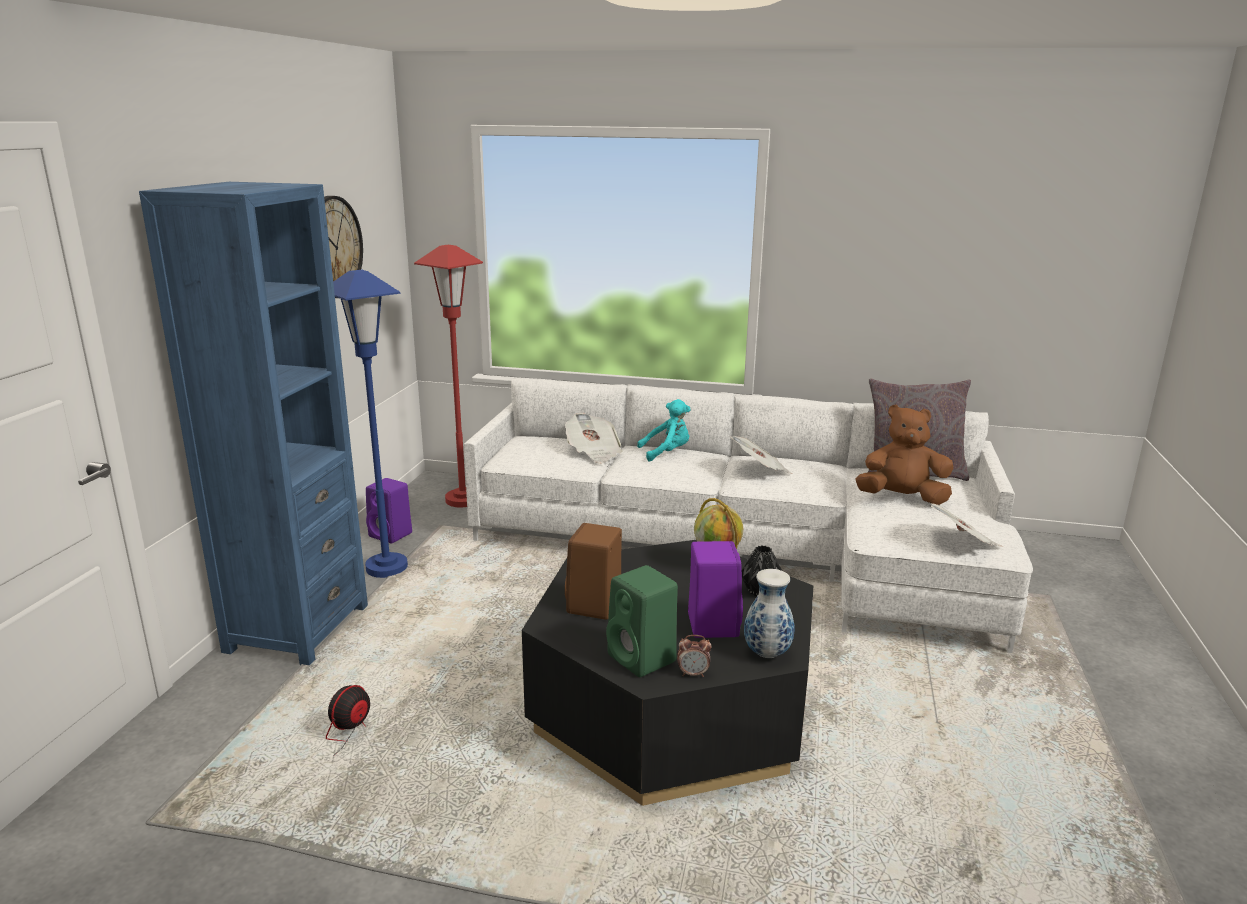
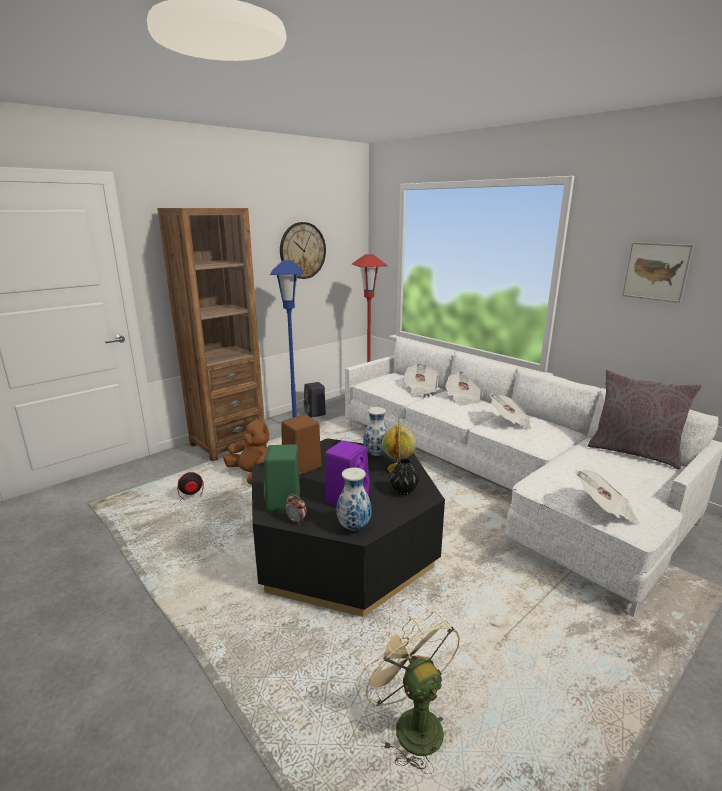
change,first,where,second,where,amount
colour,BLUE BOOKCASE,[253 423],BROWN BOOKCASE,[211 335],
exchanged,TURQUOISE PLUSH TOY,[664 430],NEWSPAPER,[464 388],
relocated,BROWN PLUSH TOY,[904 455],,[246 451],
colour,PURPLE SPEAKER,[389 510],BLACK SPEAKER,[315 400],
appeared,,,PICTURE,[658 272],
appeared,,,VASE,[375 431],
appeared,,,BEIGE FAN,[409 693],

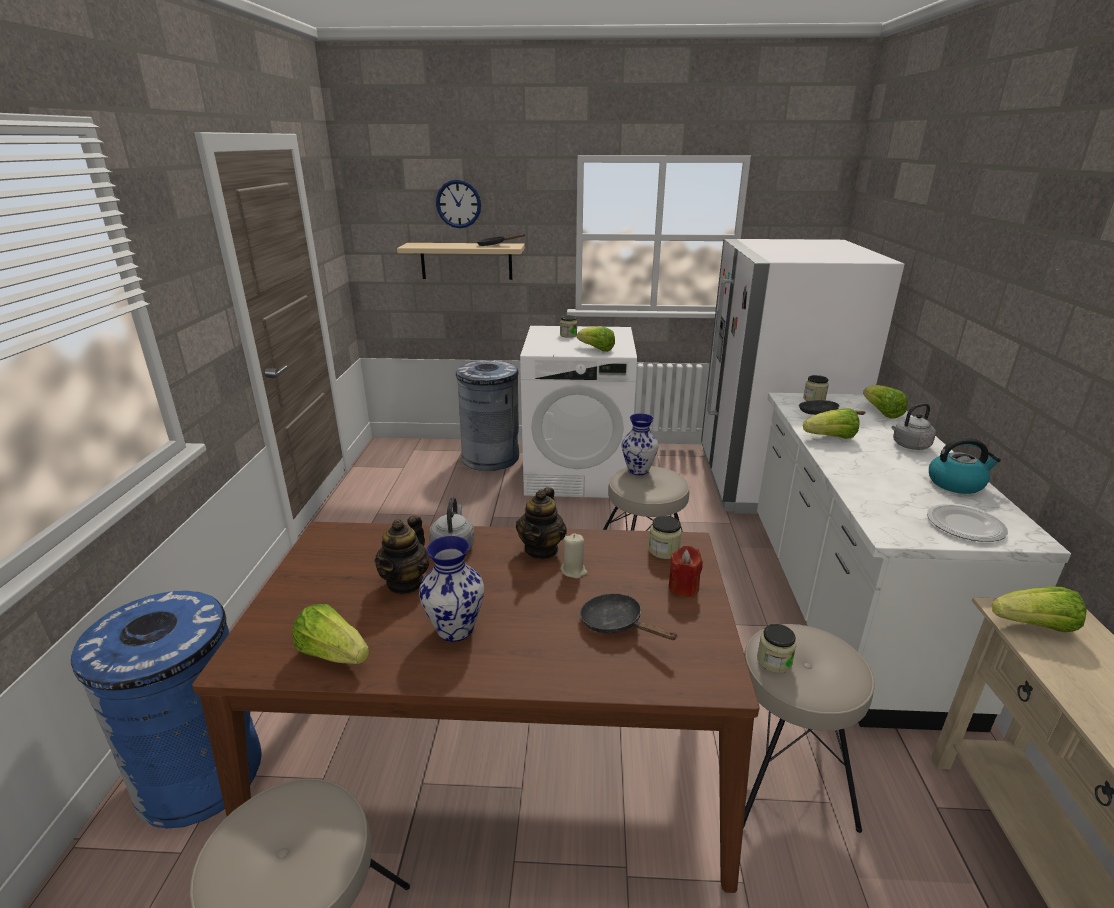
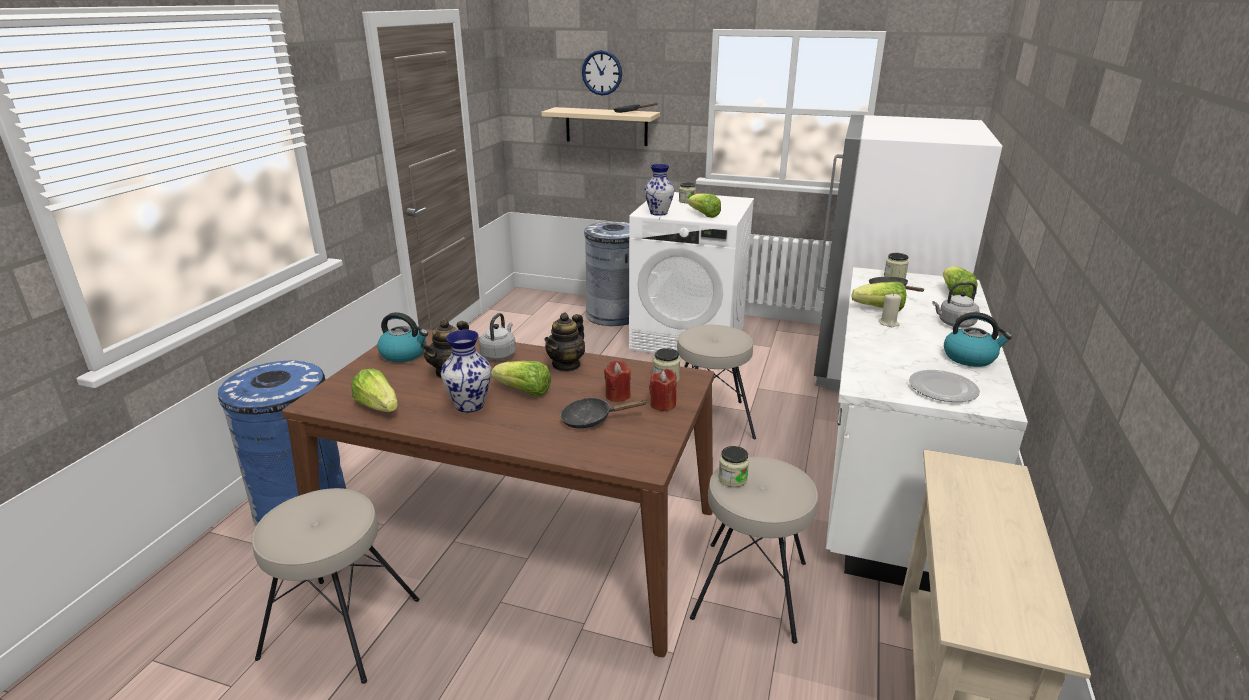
change,first,where,second,where,amount
relocated,VASE,[640 444],,[659 190],
relocated,BEIGE CANDLE,[574 556],,[889 310],
relocated,LETTUCE,[1039 609],,[521 378],
spun,BLACK FRYING PAN,[629 616],,[603 413],60 degrees counterclockwise
appeared,,,KETTLE,[402 337],
appeared,,,RED CANDLE,[617 381],

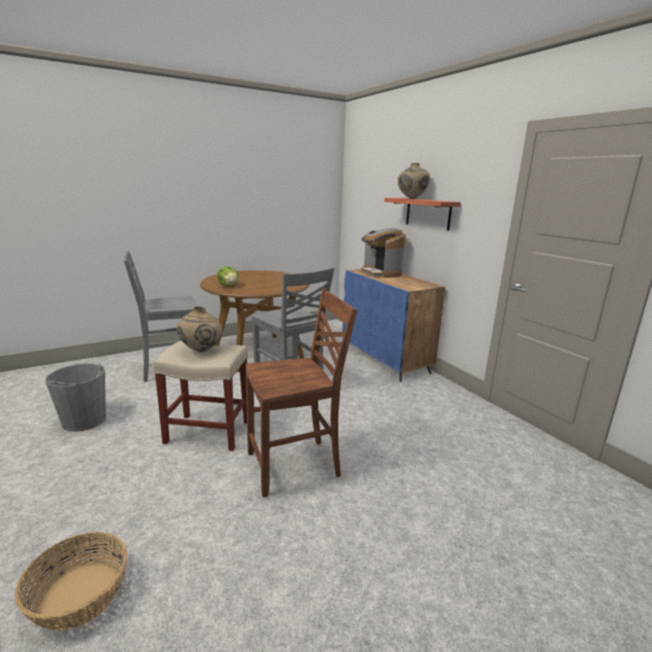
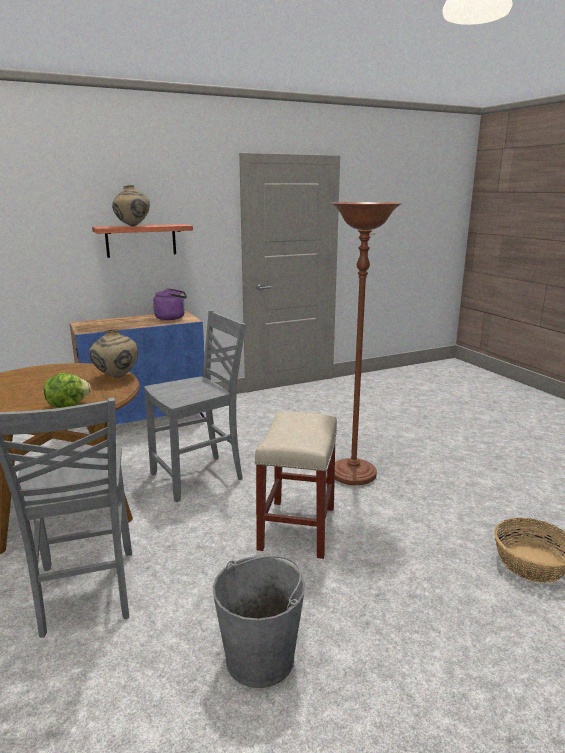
change,first,where,second,where,amount
missing,COFFEE MACHINE,[383 253],,,
exchanged,BROWN CHAIR,[301 393],BROWN FLOOR LAMP,[366 343],
relocated,BEIGE VASE,[199 329],,[113 353],
appeared,,,PURPLE KETTLE,[170 304],

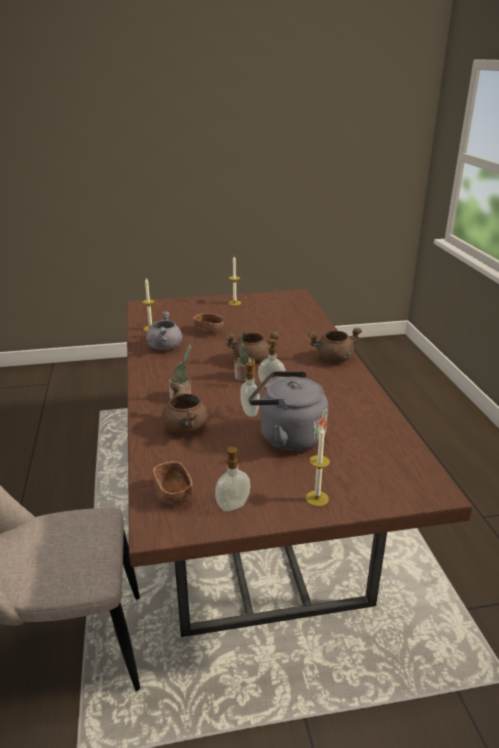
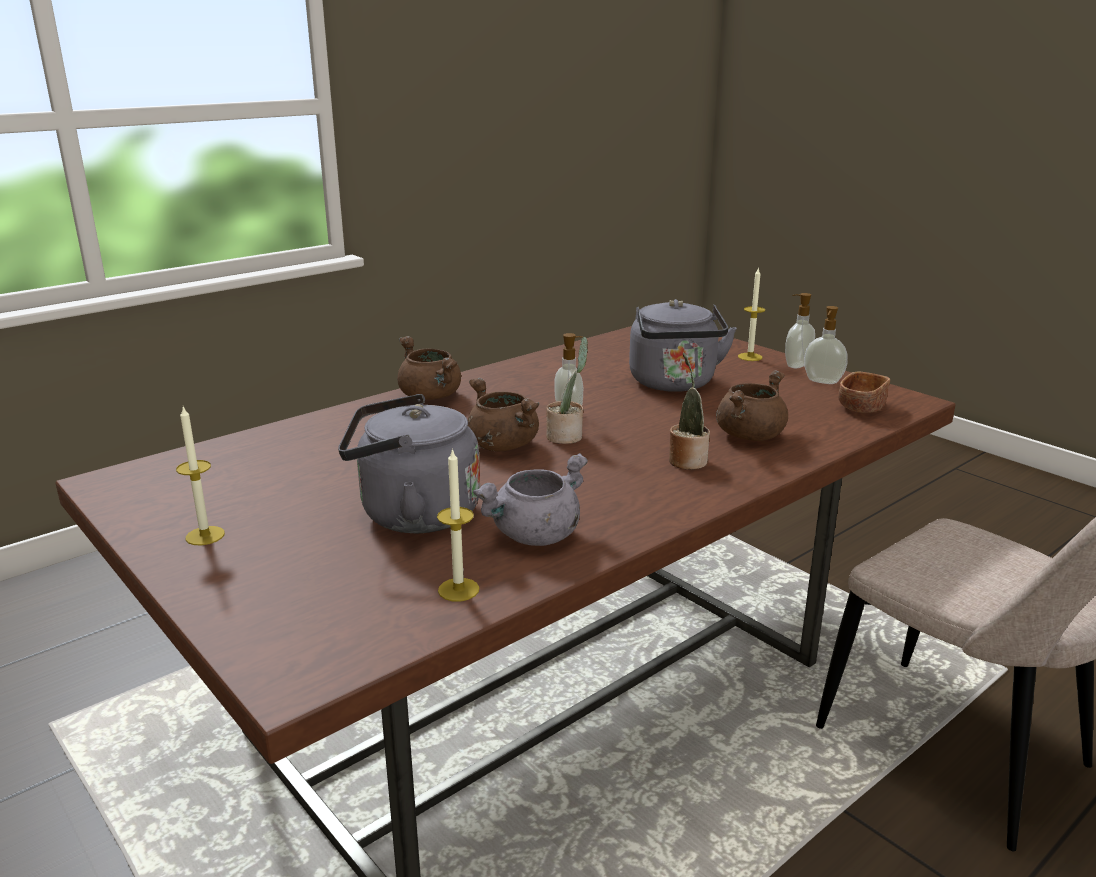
change,first,where,second,where,amount
exchanged,BROWN BOWL,[208 324],GREY KETTLE,[409 463],
relocated,SOAP DISPENSER,[250 389],,[800 330],

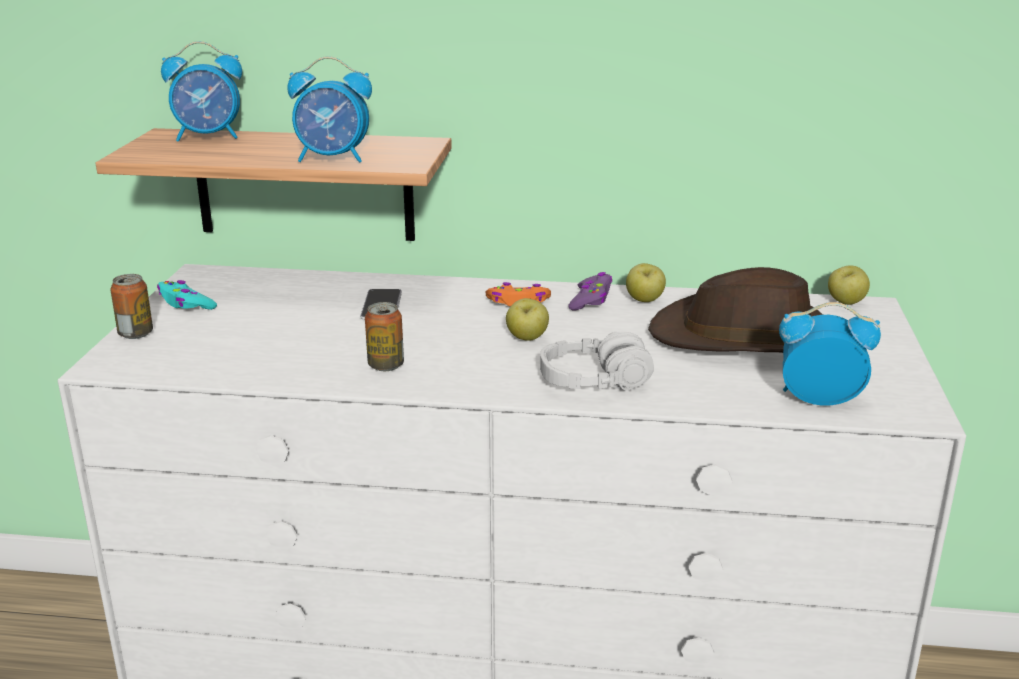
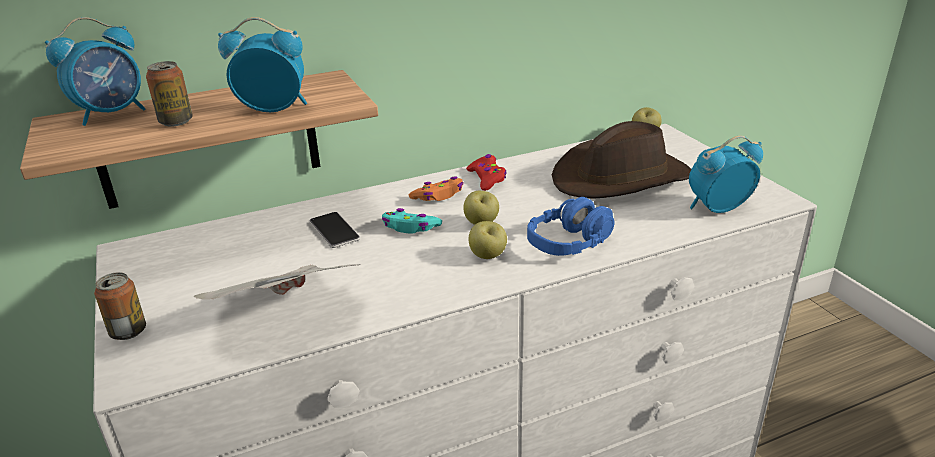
change,first,where,second,where,amount
spun,ALARM CLOCK,[329 109],,[262 64],150 degrees counterclockwise
relocated,APPLE,[646 282],,[488 240],
colour,PURPLE GAME CONTROLLER,[590 291],RED GAME CONTROLLER,[486 172],
relocated,TURQUOISE GAME CONTROLLER,[187 295],,[412 221],
relocated,CAN,[384 336],,[169 94],
colour,GREY HEADPHONES,[597 361],BLUE HEADPHONES,[571 226],
appeared,,,NEWSPAPER,[275 282],

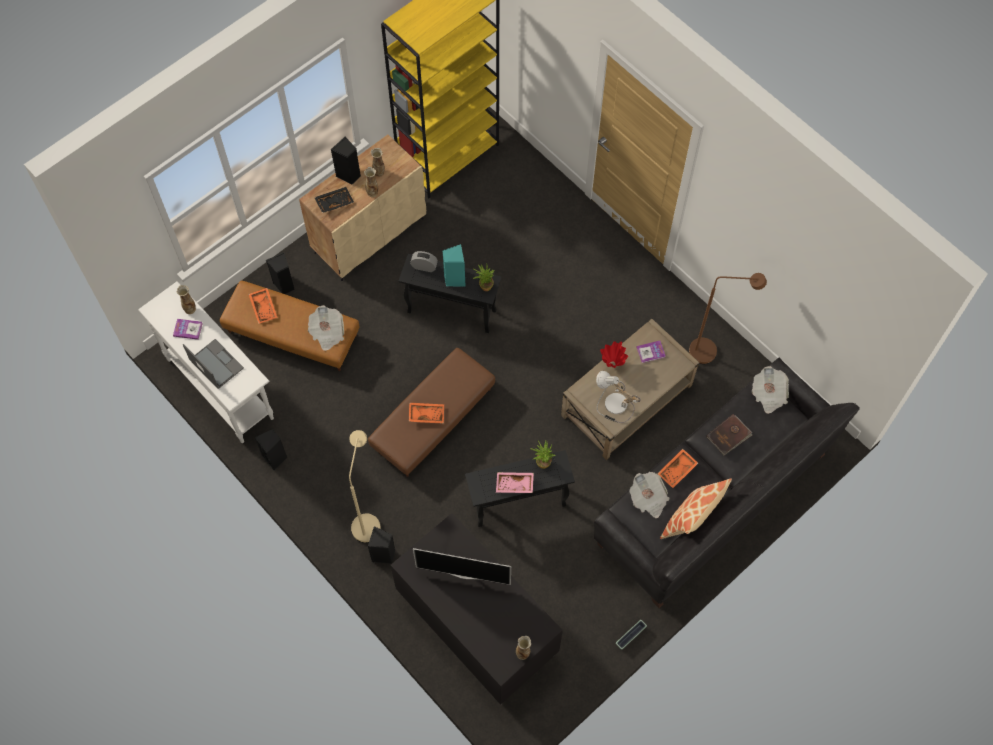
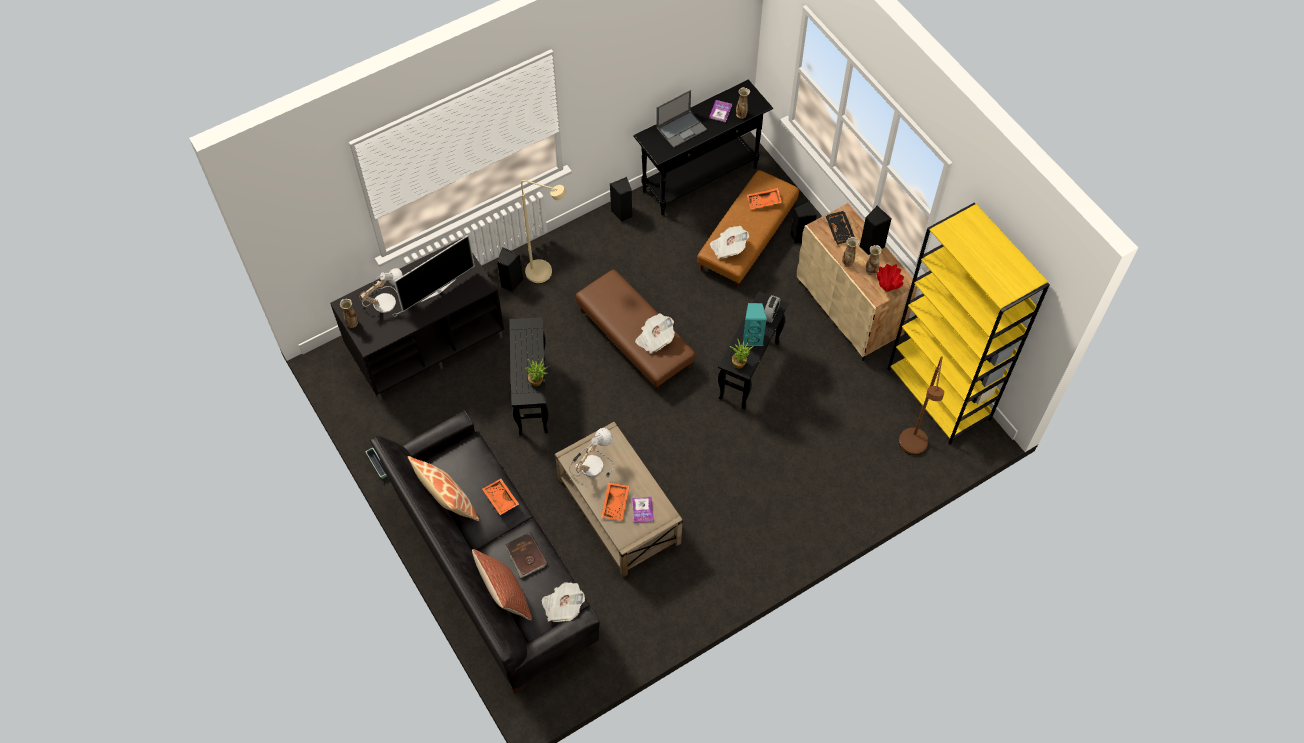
change,first,where,second,where,amount
relocated,BROWN FLOOR LAMP,[728 318],,[921 405],
colour,WHITE CONSOLE TABLE,[206 362],BLACK CONSOLE TABLE,[703 148],
relocated,RED VASE,[614 354],,[890 278],
relocated,ORANGE TRAY,[426 413],,[615 501],
missing,PINK TRAY,[515 482],,,
relocated,NEWSPAPER,[649 495],,[655 334],
spun,TELEVISION,[462 566],,[434 273],150 degrees counterclockwise
appeared,,,TABLE LAMP,[381 292],
appeared,,,PILLOW,[502 584],

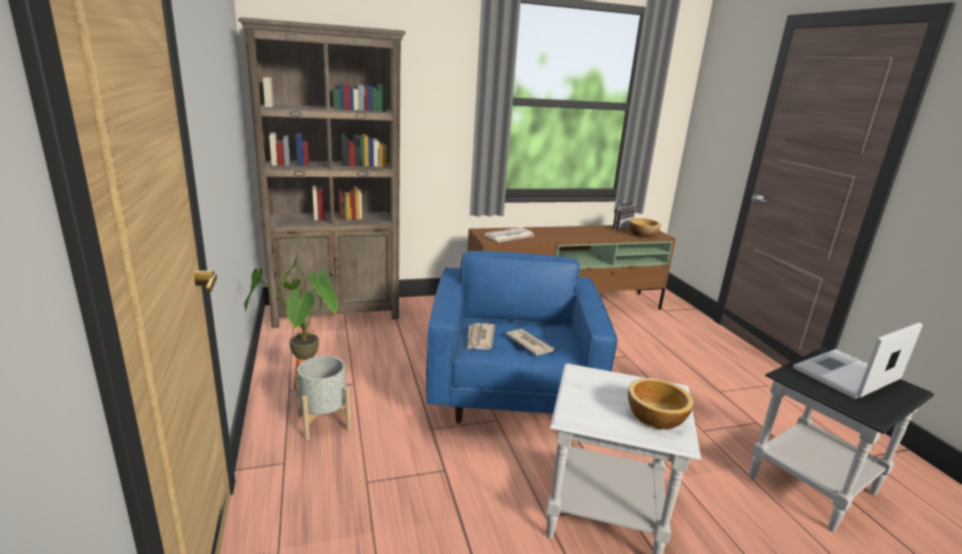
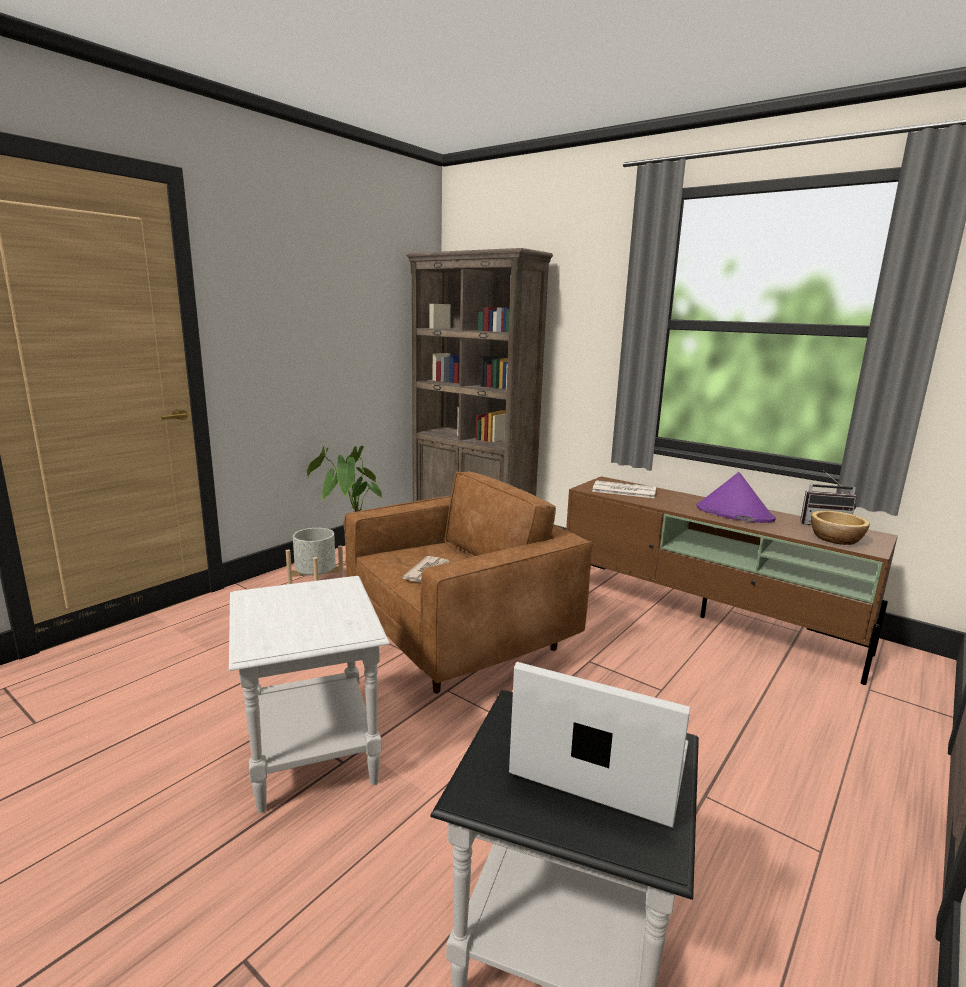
change,first,where,second,where,amount
colour,BLUE ARMCHAIR,[521 337],BROWN ARMCHAIR,[468 583],
missing,NEWSPAPER,[481 336],,,
missing,BOWL,[661 404],,,
appeared,,,PURPLE HAT,[736 497],

